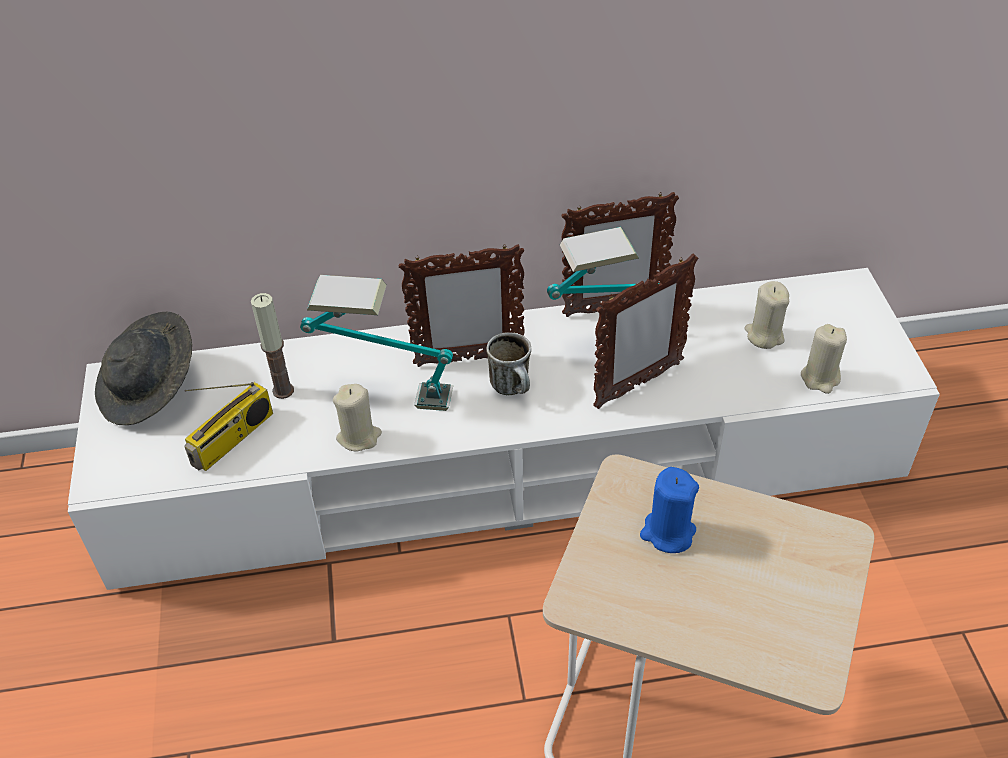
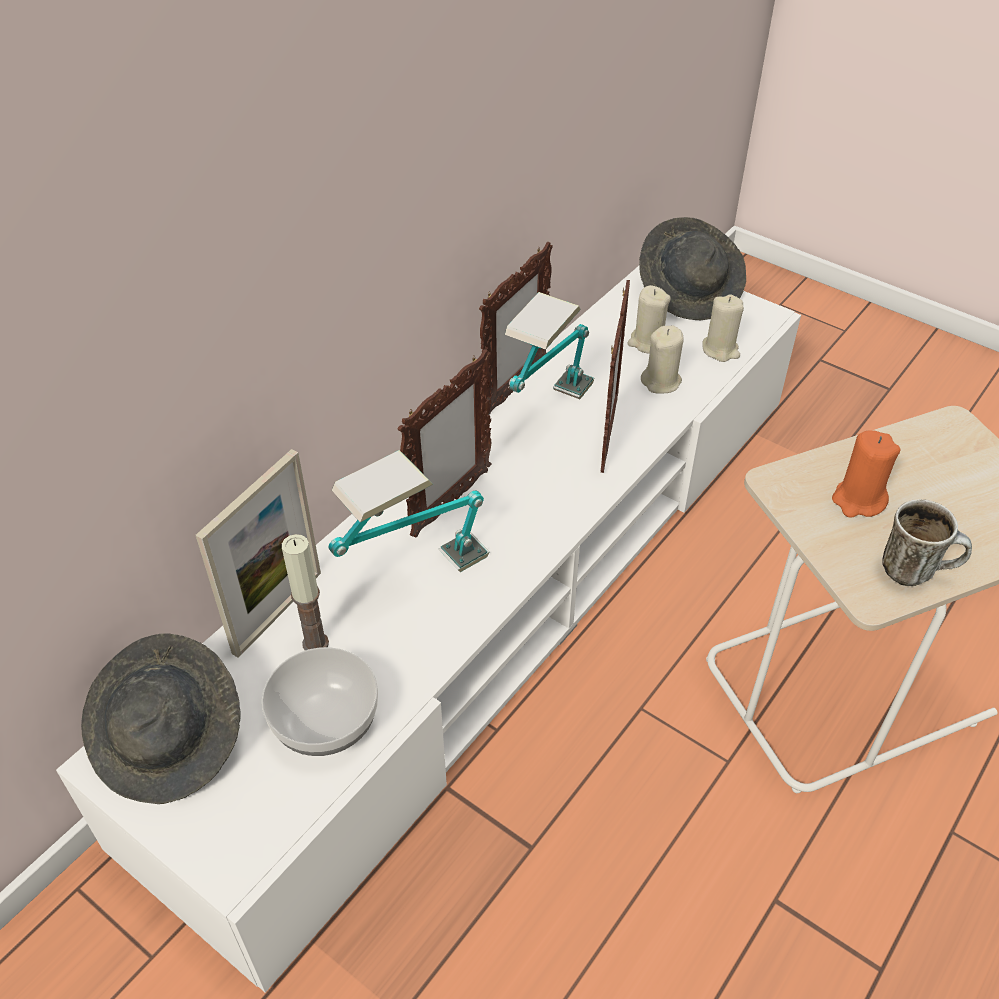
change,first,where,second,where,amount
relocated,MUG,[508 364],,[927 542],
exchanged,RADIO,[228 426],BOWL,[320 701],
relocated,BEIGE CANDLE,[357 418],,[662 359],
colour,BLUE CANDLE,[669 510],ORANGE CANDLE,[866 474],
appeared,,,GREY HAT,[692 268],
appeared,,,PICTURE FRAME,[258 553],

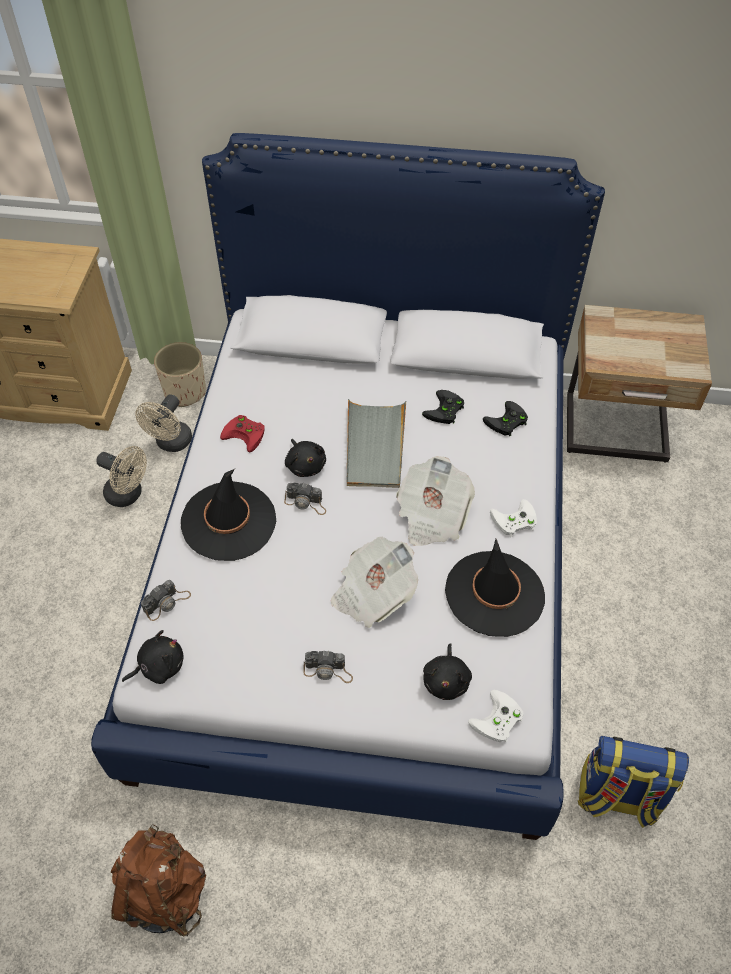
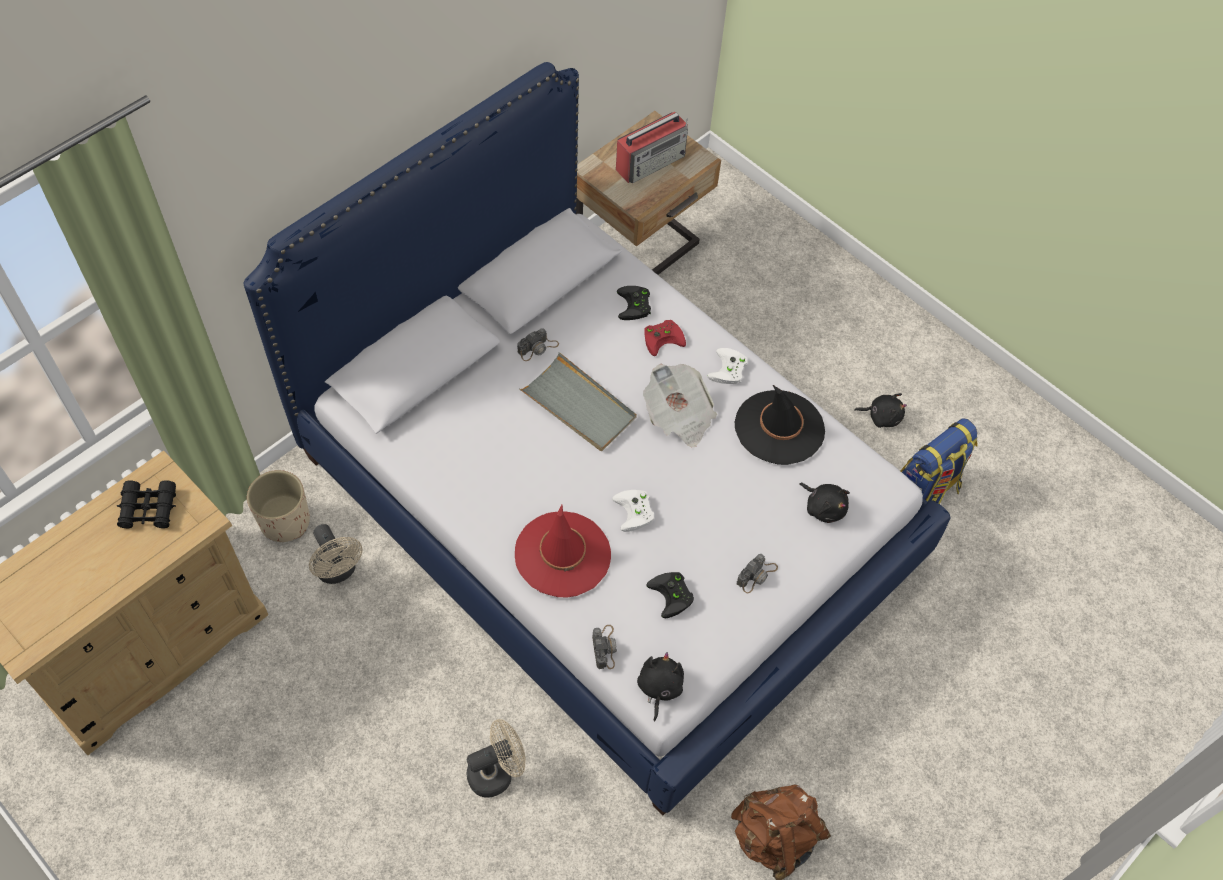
change,first,where,second,where,amount
relocated,BLACK GAME CONTROLLER,[443 407],,[670 595],
relocated,RED GAME CONTROLLER,[242 433],,[665 338],
relocated,BLACK PLUSH TOY,[305 458],,[880 410],
relocated,BEIGE FAN,[122 476],,[496 758],
colour,BLACK HAT,[228 515],RED HAT,[563 551],
relocated,PHOTO CAMERA,[305 499],,[538 344],
missing,NEWSPAPER,[374 582],,,
relocated,WHITE GAME CONTROLLER,[495 716],,[633 511],
appeared,,,RADIO,[652 148],
appeared,,,BLACK BINOCULARS,[146 504],

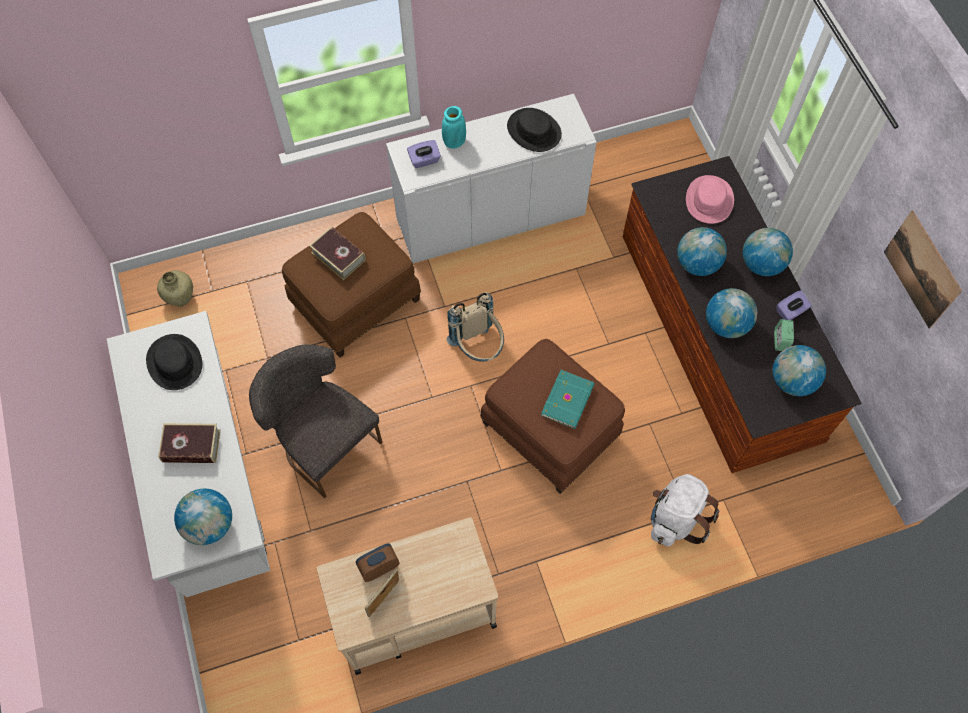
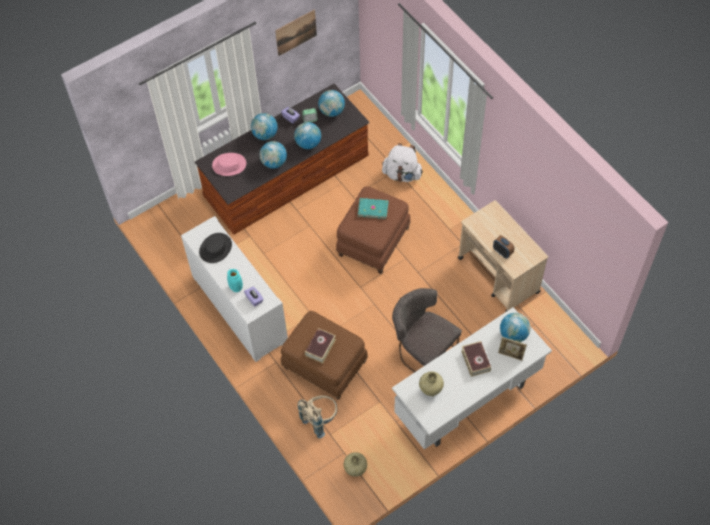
change,first,where,second,where,amount
relocated,BEIGE BACKPACK,[475 327],,[317 416],
exchanged,BLACK HAT,[174 362],BEIGE VASE,[431 384],
spun,GREY CHAIR,[315 421],,[427 330],105 degrees clockwise
relocated,PICTURE FRAME,[382 593],,[512 349],

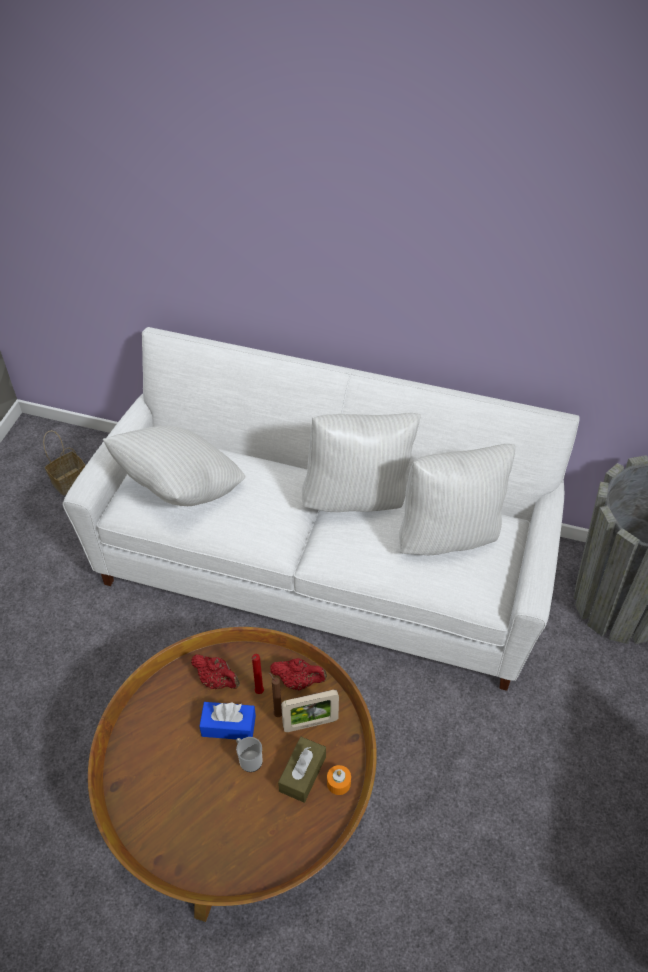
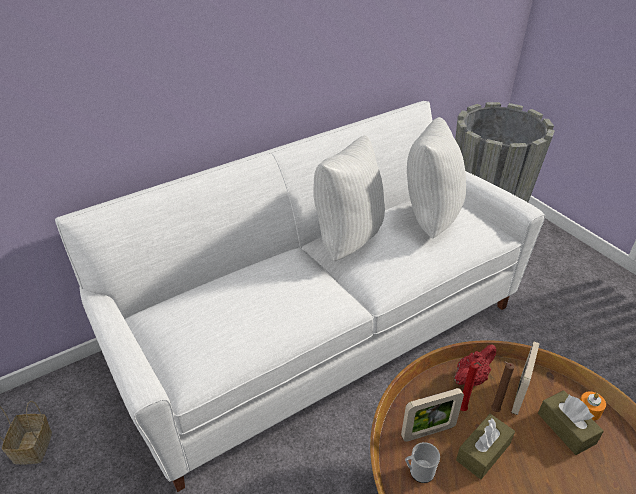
change,first,where,second,where,amount
missing,WHITE PILLOW,[174 466],,,
exchanged,RED TEAPOT,[215 671],PICTURE FRAME,[432 415],
colour,BLUE TISSUE BOX,[227 721],BROWN TISSUE BOX,[485 446],
relocated,MUG,[249 754],,[422 462],

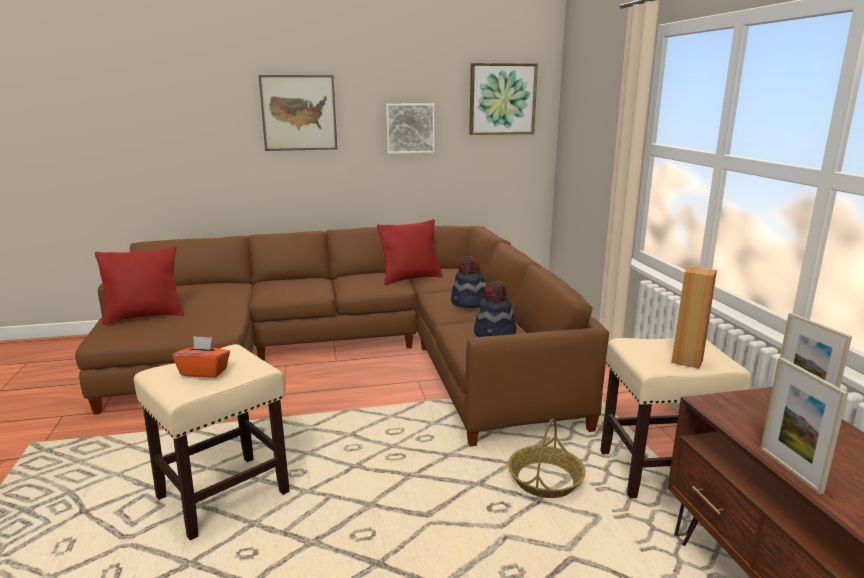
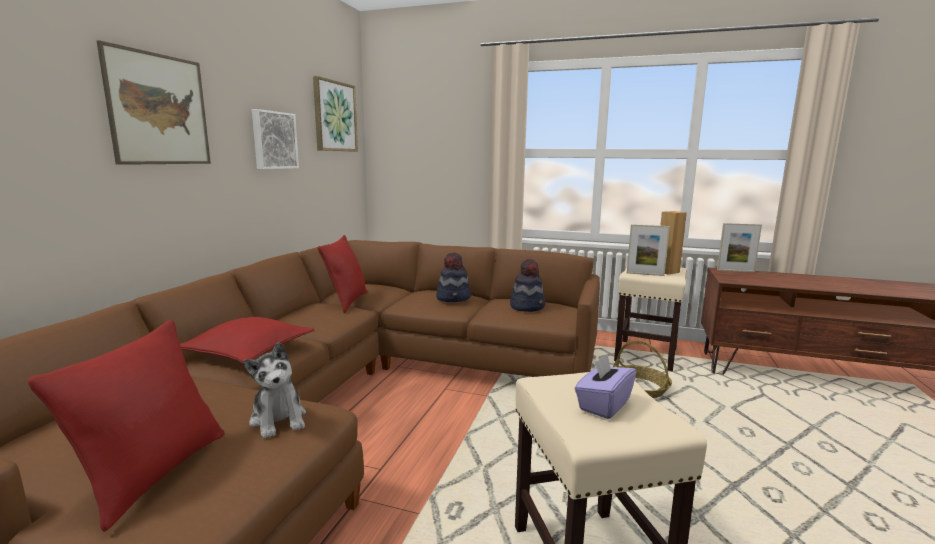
change,first,where,second,where,amount
colour,ORANGE TISSUE BOX,[201 357],PURPLE TISSUE BOX,[605 386],
relocated,PICTURE FRAME,[804 425],,[648 250],
appeared,,,RED PILLOW,[247 340],
appeared,,,PLUSH TOY,[274 390],

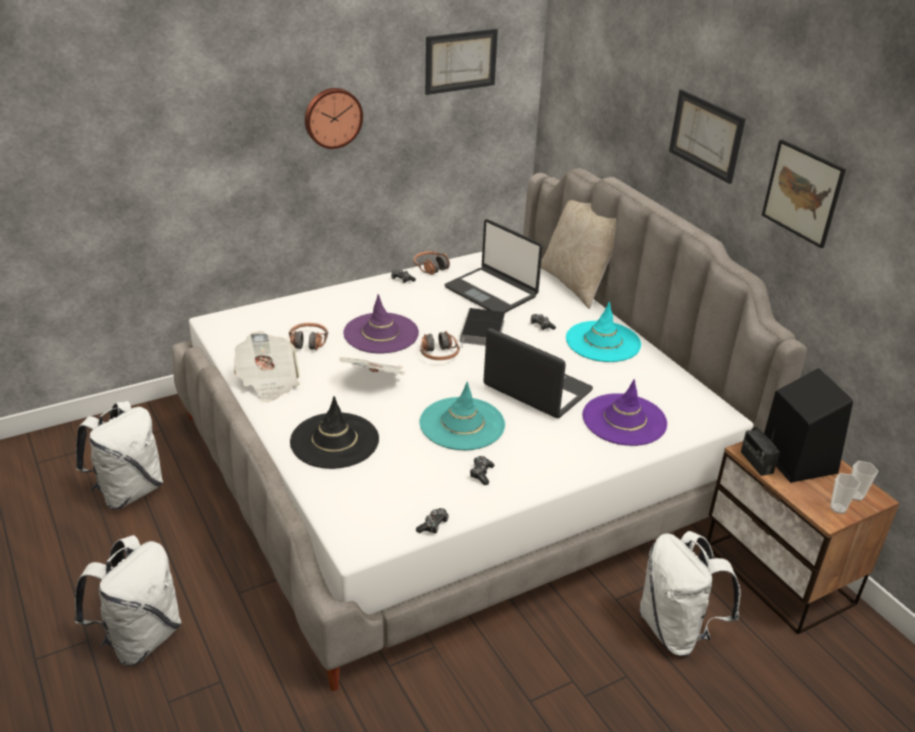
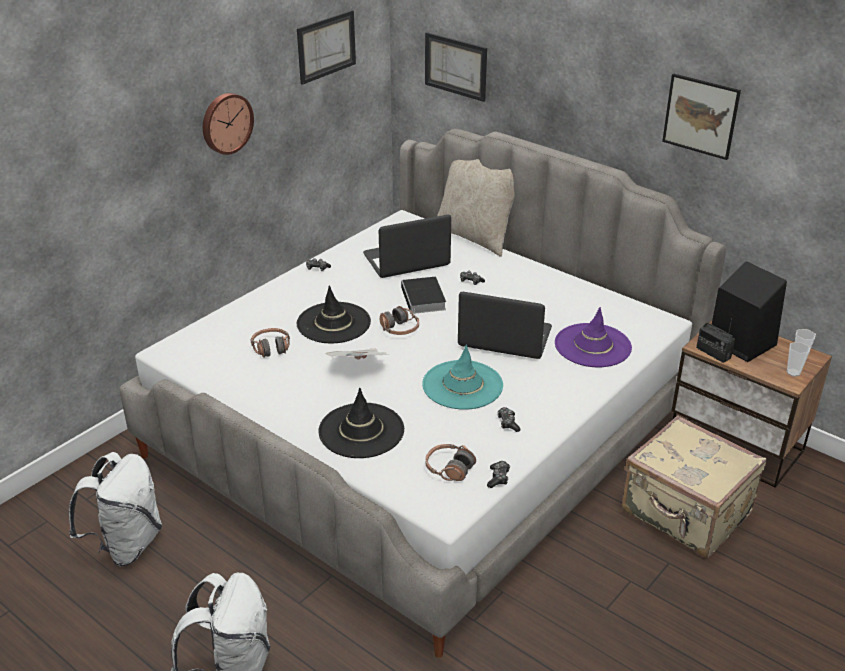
change,first,where,second,where,amount
relocated,PICTURE,[707 136],,[456 67],
spun,LAPTOP,[494 266],,[407 246],135 degrees clockwise
relocated,HEADPHONES,[432 263],,[450 462],
colour,PURPLE HAT,[381 324],BLACK HAT,[334 314],
missing,TURQUOISE HAT,[603 331],,,
missing,NEWSPAPER,[266 367],,,
exchanged,WHITE BACKPACK,[690 593],BEIGE SUITCASE,[694 486],

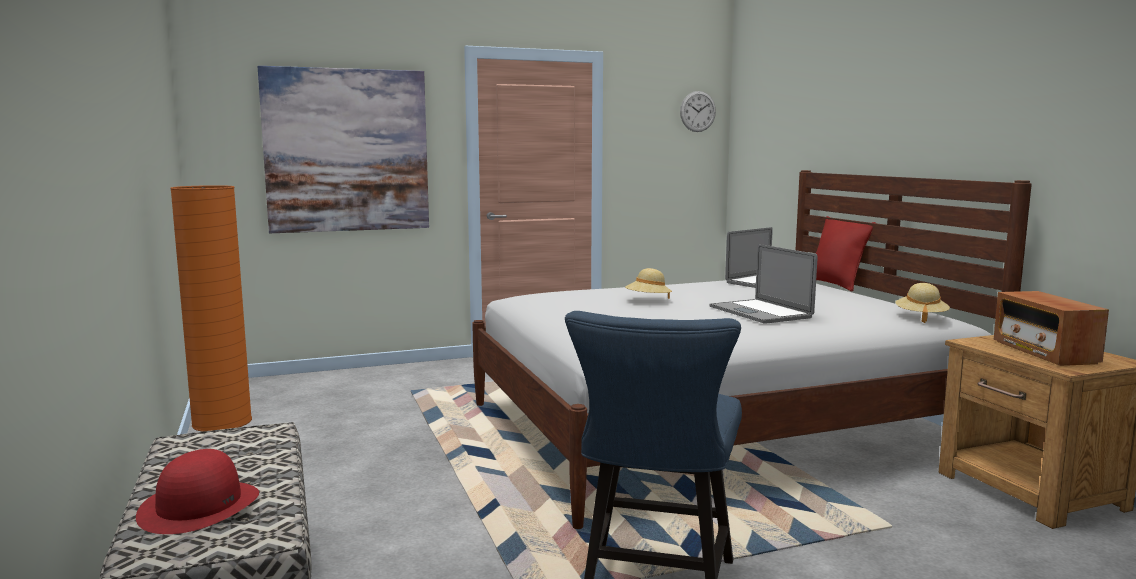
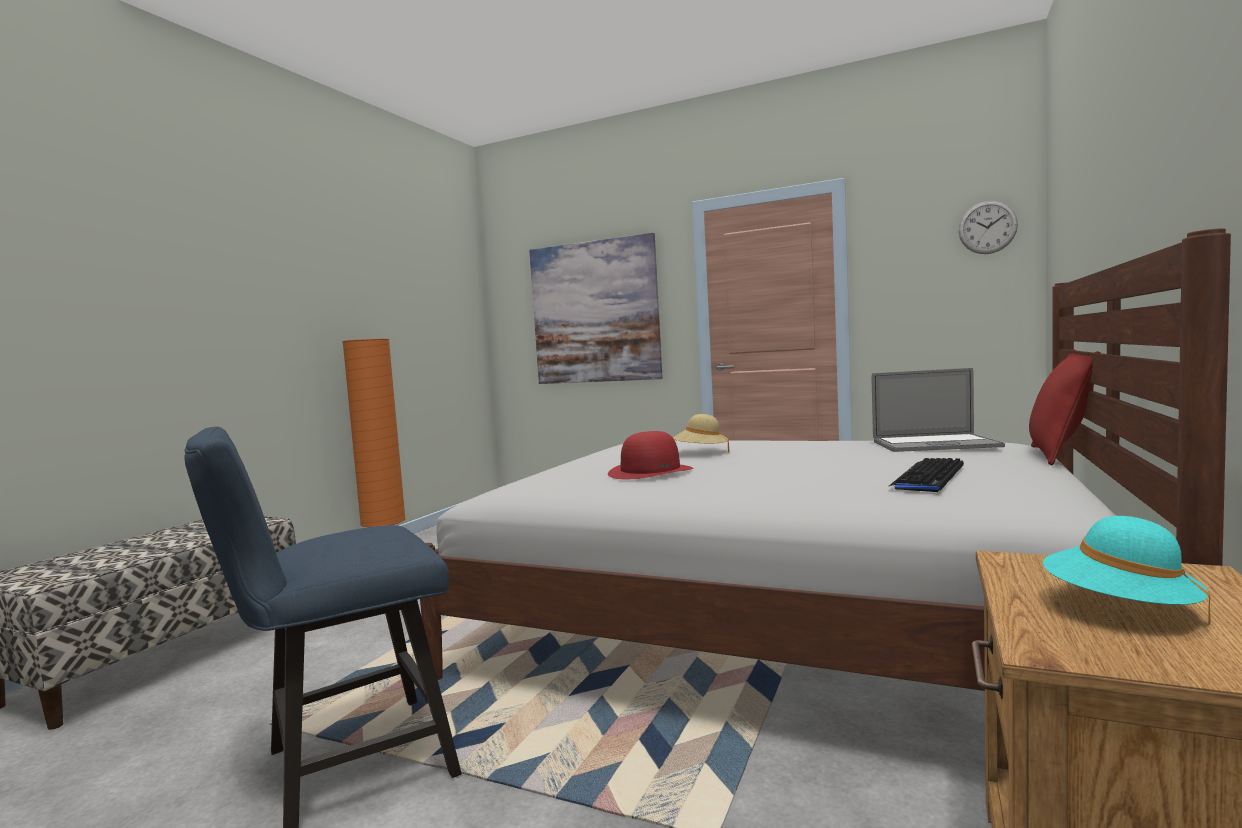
change,first,where,second,where,amount
missing,LAPTOP,[763 284],,,
missing,BEIGE HAT,[922 303],,,
exchanged,RADIO,[1051 328],TURQUOISE HAT,[1127 570],
relocated,RED HAT,[197 491],,[650 455],
appeared,,,KEYBOARD,[926 475],

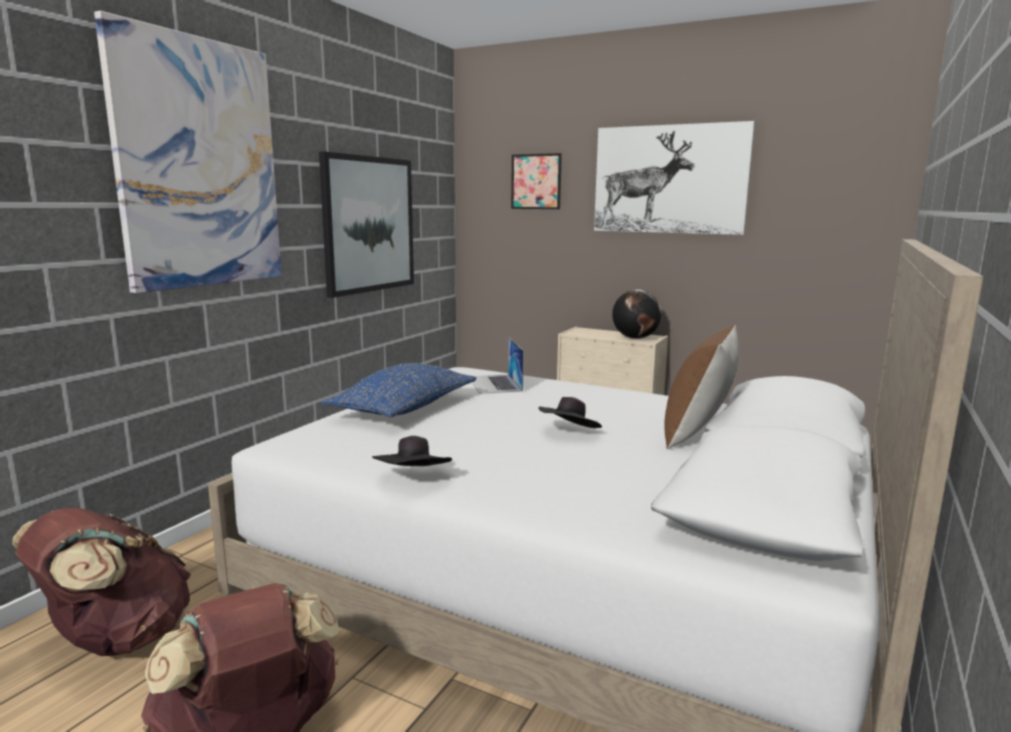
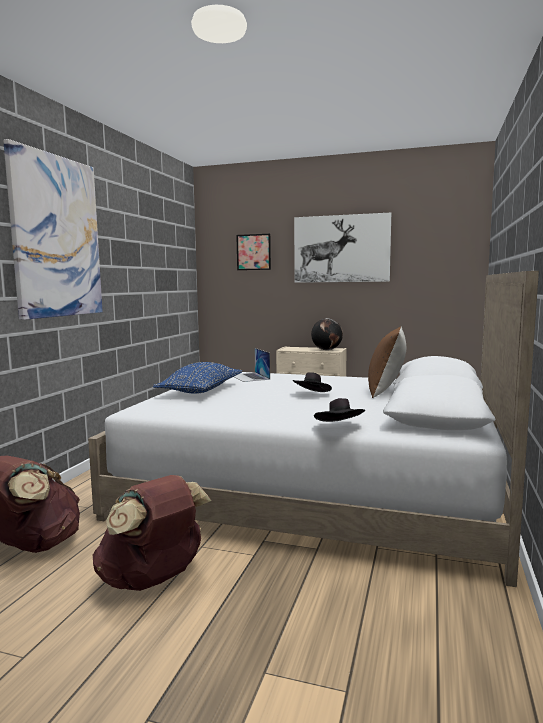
change,first,where,second,where,amount
missing,PICTURE,[366 224],,,
relocated,BLACK HAT,[412 451],,[339 410],

